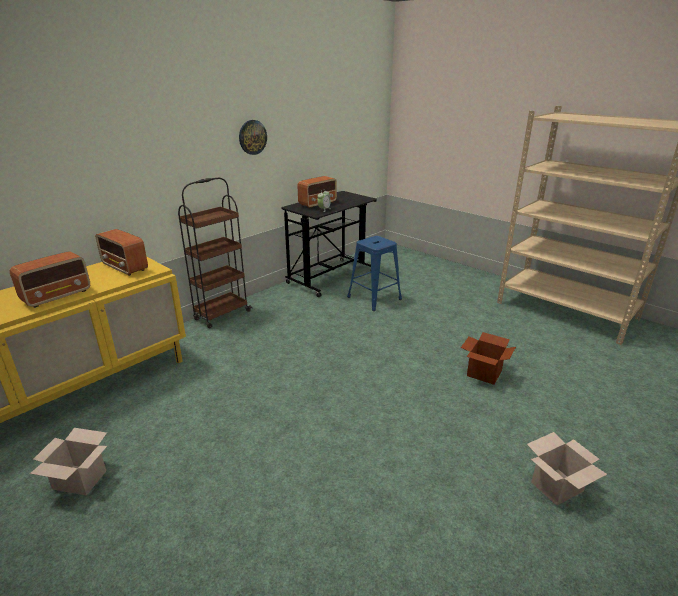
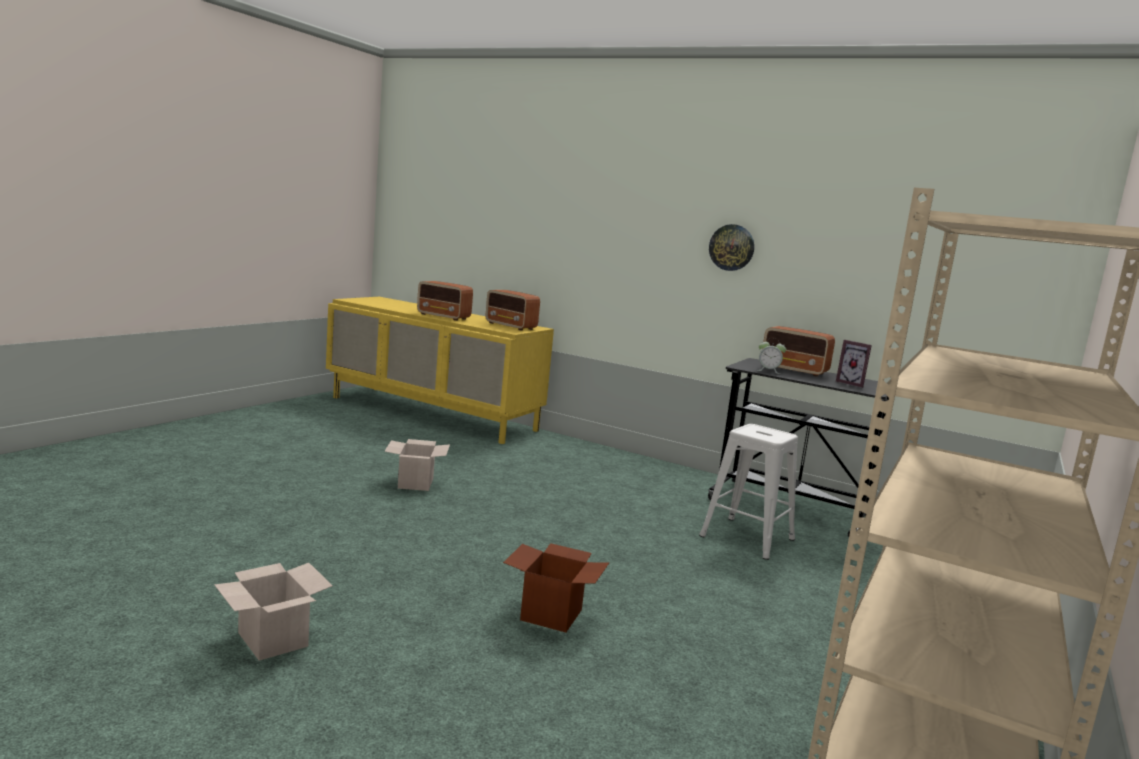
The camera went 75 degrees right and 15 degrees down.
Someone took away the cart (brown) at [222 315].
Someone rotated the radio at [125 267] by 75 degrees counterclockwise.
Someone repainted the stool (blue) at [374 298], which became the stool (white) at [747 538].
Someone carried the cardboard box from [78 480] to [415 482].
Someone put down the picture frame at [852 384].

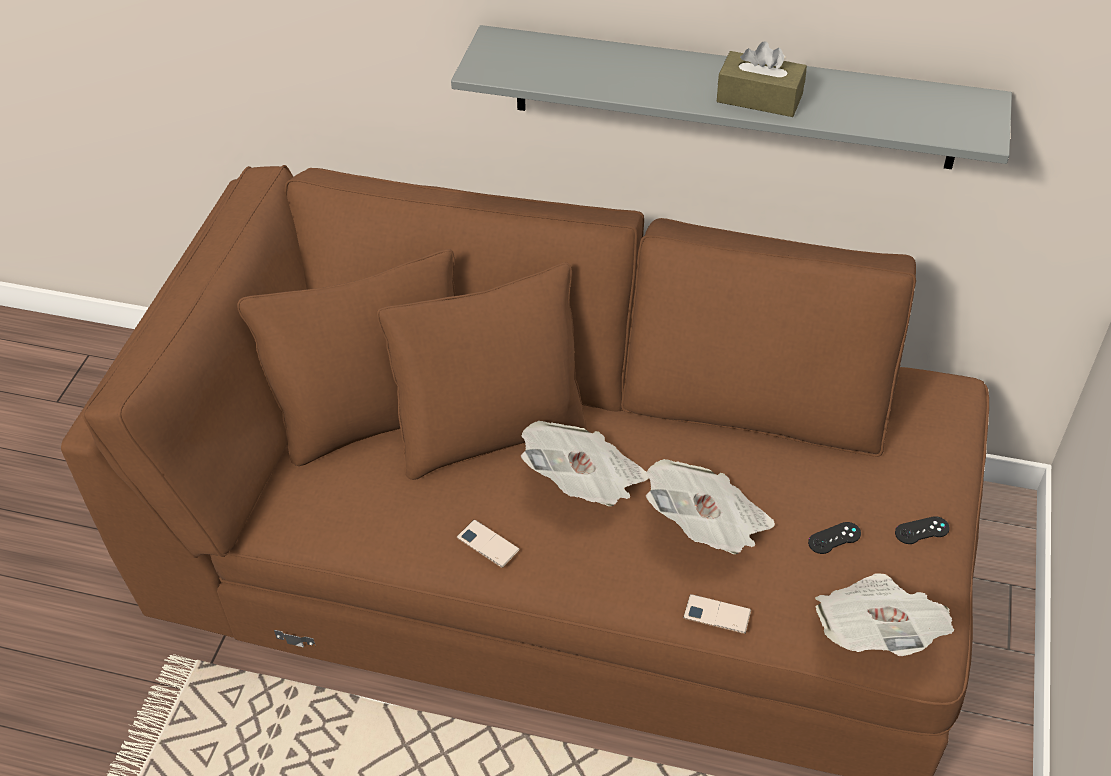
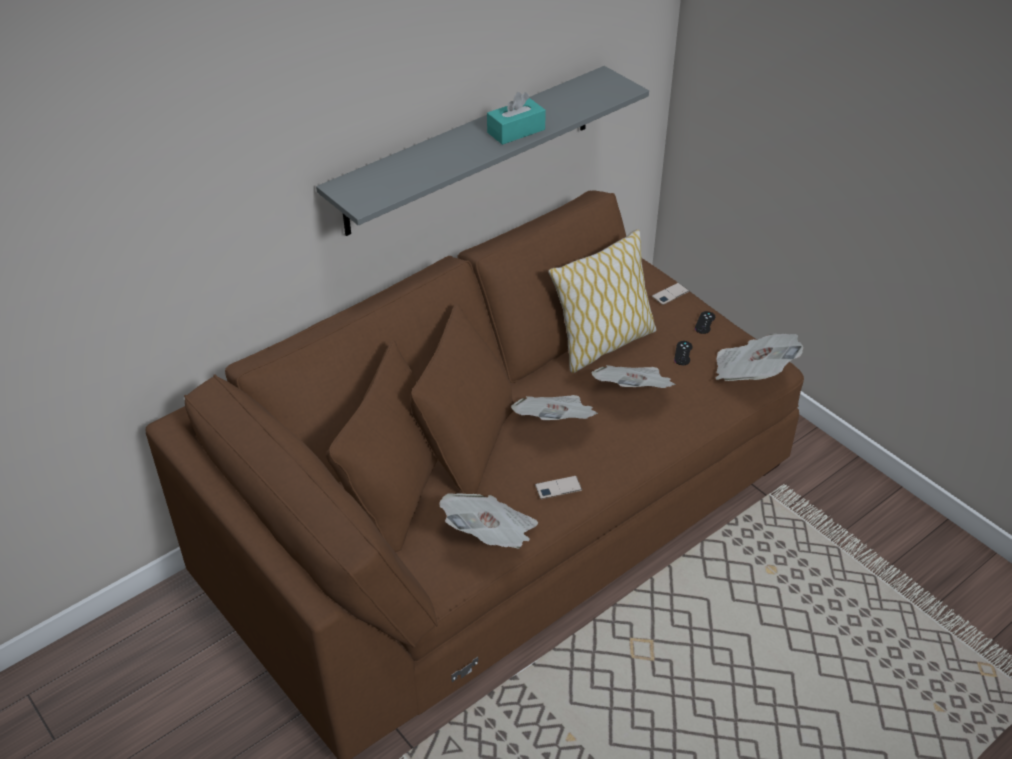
The camera went 55 degrees left and 5 degrees down.
Someone repainted the tissue box (brown) at [759 98], which became the tissue box (turquoise) at [516 131].
Someone carried the phone from [717 614] to [670 294].
Someone put down the pillow at [603 344].
Someone put down the newspaper at [491 536].

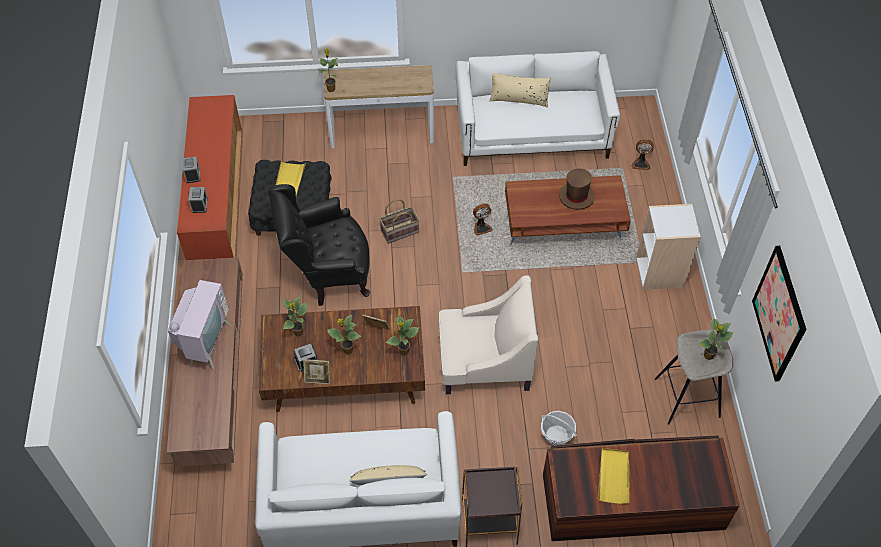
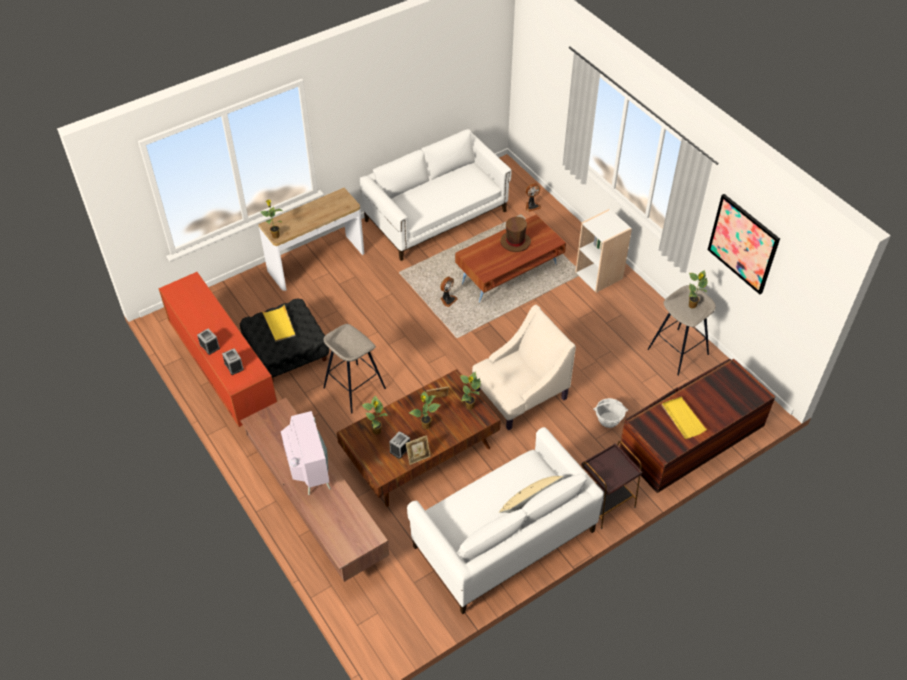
The camera went 30 degrees left and 5 degrees down.
Someone took away the pillow (beige) at [519 99].
Someone swapped the armchair (black) at [328 277] for the stool (grey) at [354 388].
Someone took away the basket at [399 231].

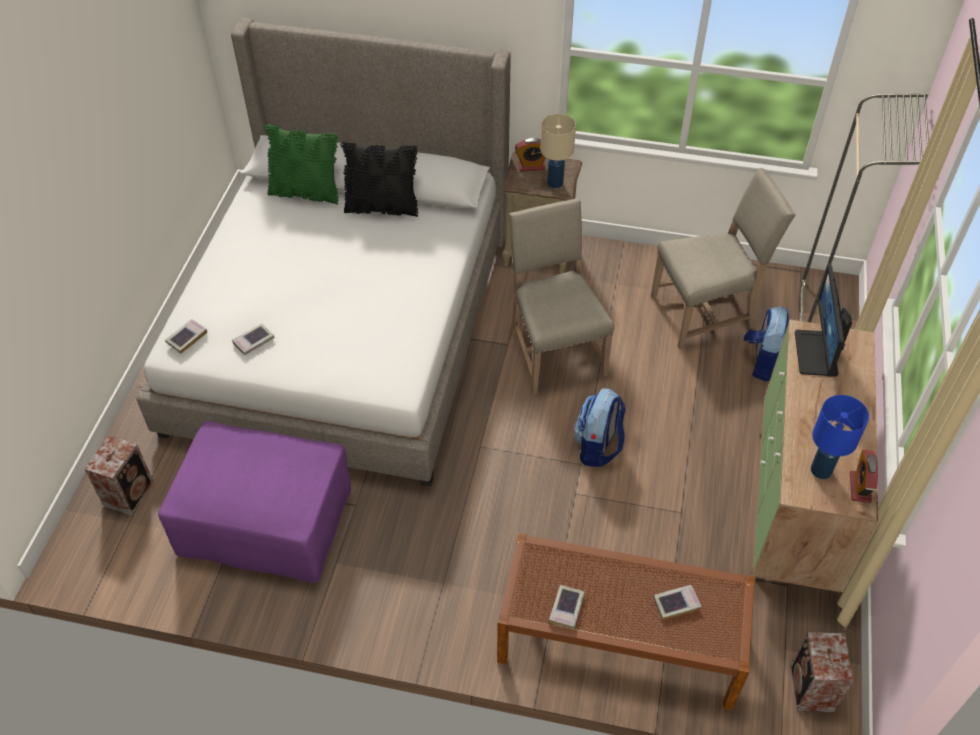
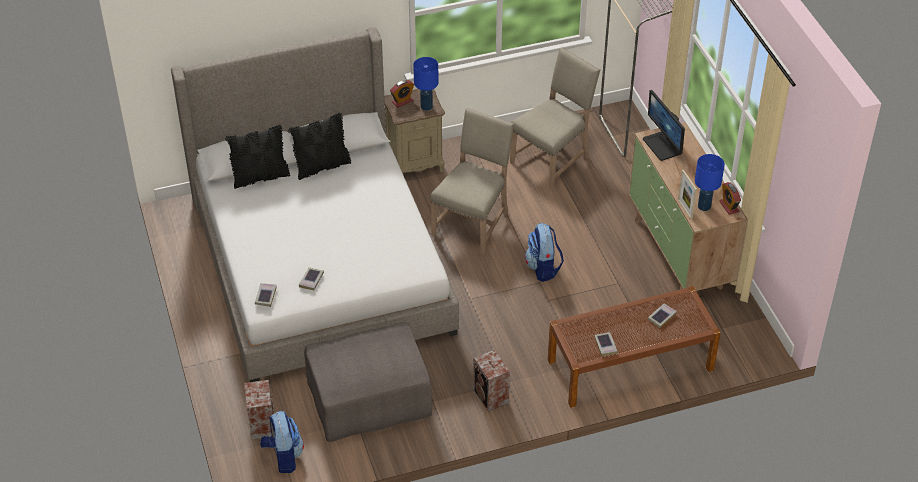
The camera went 30 degrees left and 5 degrees down.
Someone repainted the table lamp (beige) at [555 183], which became the table lamp (blue) at [427 106].
Someone repainted the pillow (green) at [306 193], which became the pillow (black) at [260 177].
Someone rotated the chair (beige) at [554 350] by 75 degrees clockwise.
Someone carried the backpack from [763 362] to [283 457].
Someone repainted the ottoman (purple) at [267 521], which became the ottoman (grey) at [369 399].
Someone carried the speaker from [811 690] to [491 397].
Someone put down the picture frame at [685 209].

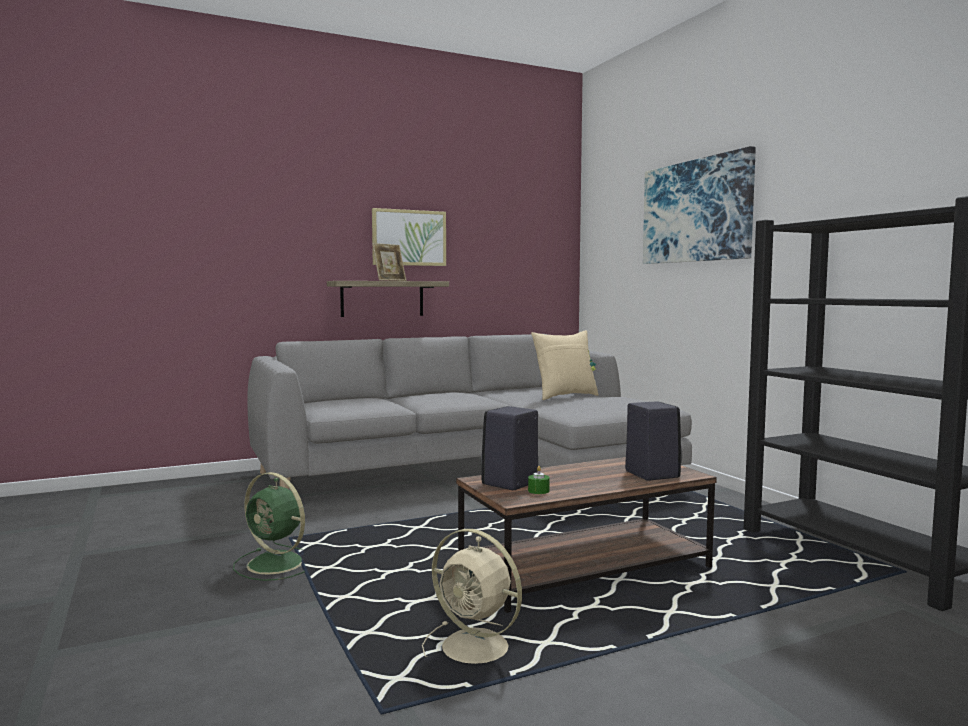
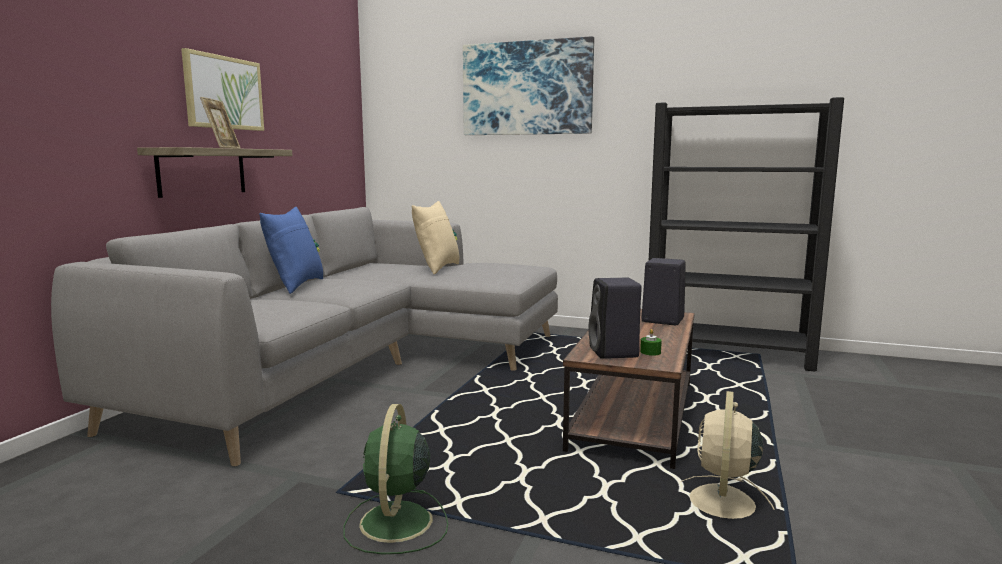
The camera went 45 degrees left and 5 degrees up.
Someone rotated the fan (green) at [277 564] by 105 degrees clockwise.
Someone rotated the fan (beige) at [478 649] by 120 degrees clockwise.
Someone put down the pillow (blue) at [296 286].

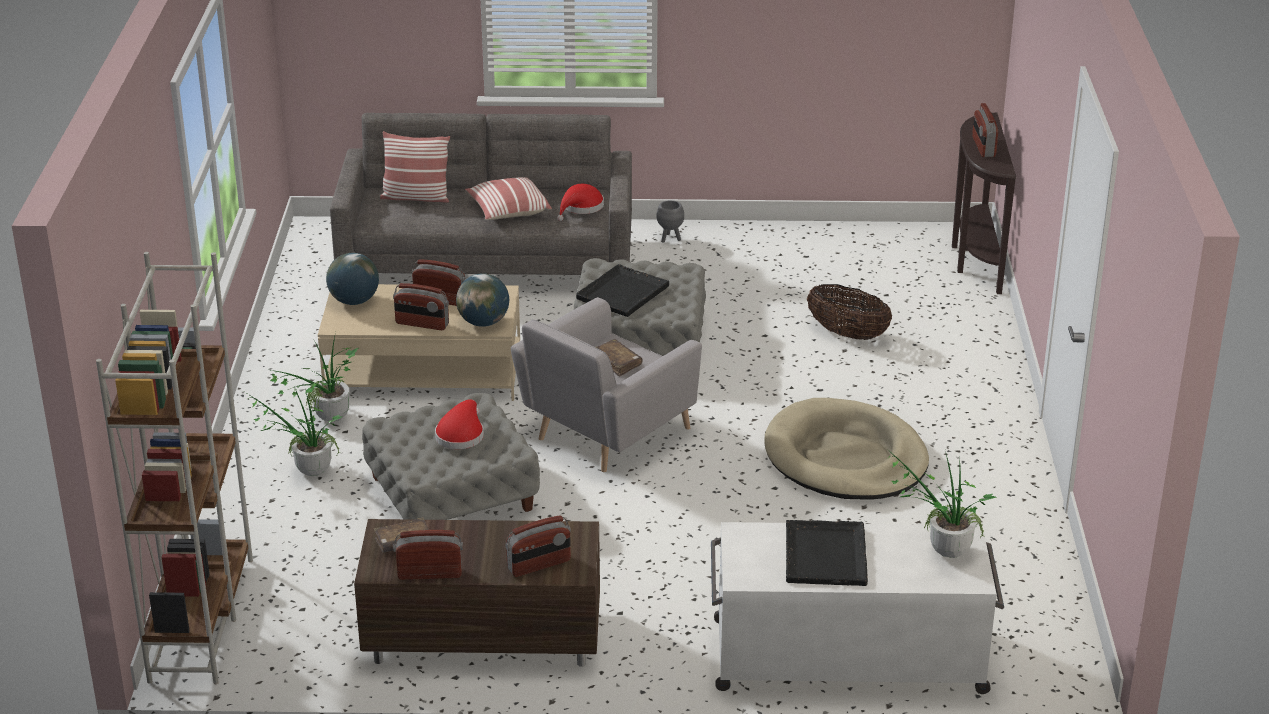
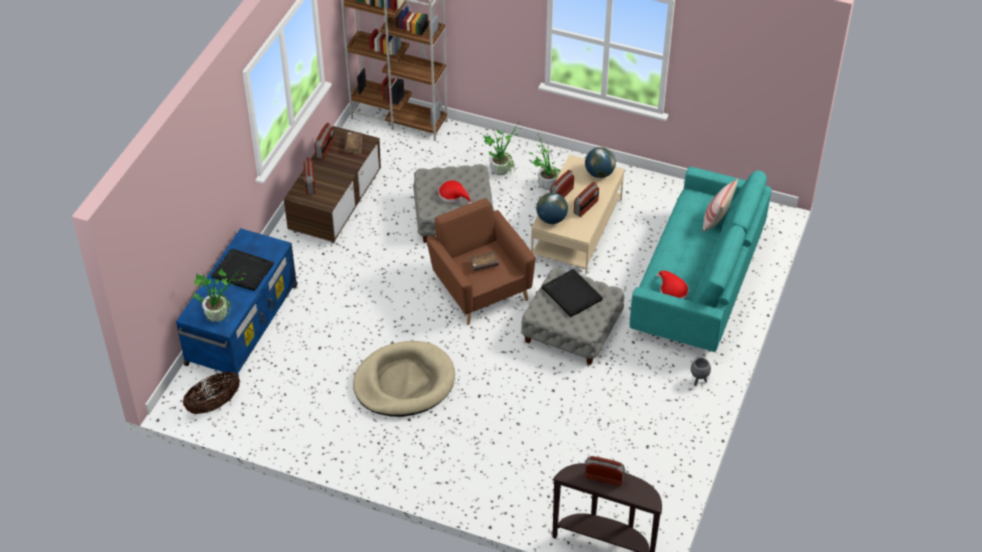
The camera went 110 degrees right and 15 degrees up.
Someone repainted the sofa (grey) at [489 262], which became the sofa (turquoise) at [698 284].
Someone took away the pillow at [508 211].
Someone carried the basket from [847 334] to [214 404].
Someone repainted the armchair (grey) at [606 432], which became the armchair (brown) at [480 288].
Someone repainted the cabinet (white) at [846 656], which became the cabinet (blue) at [243 324].

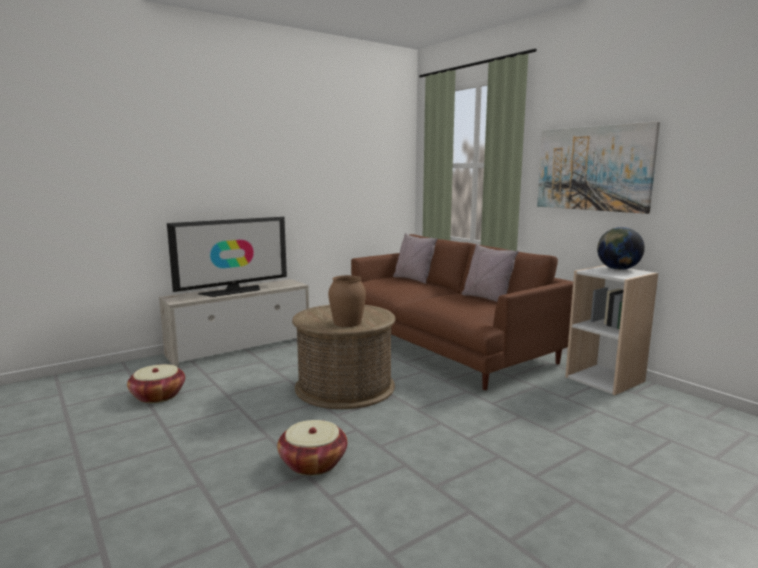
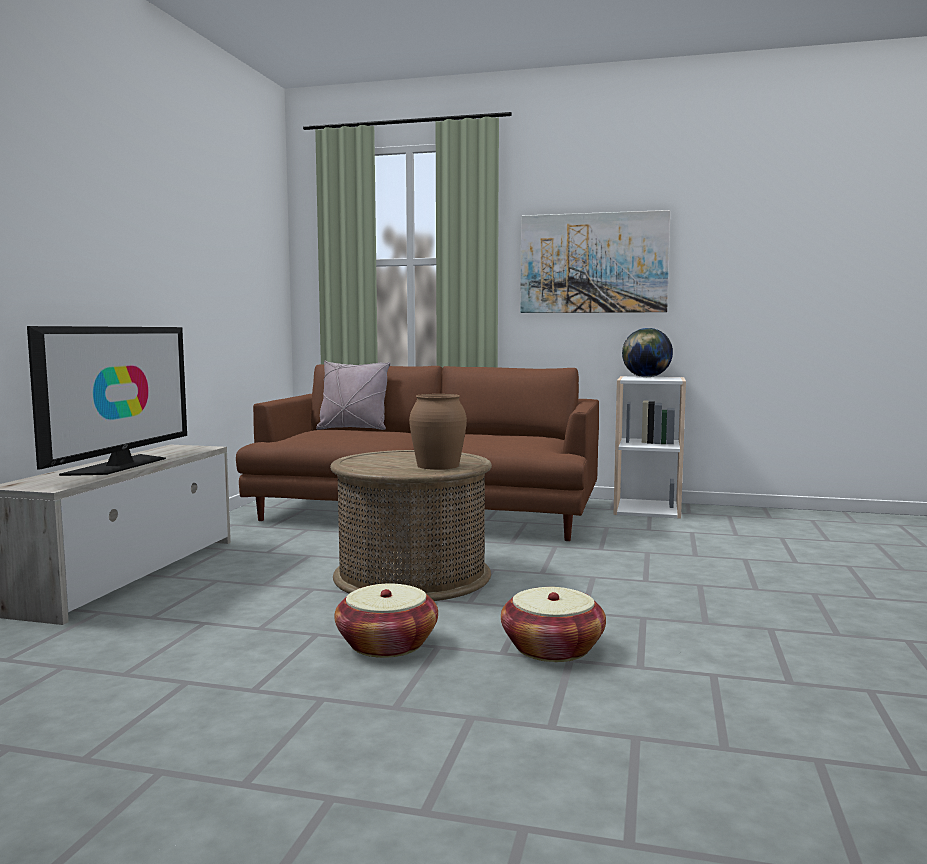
The camera went 40 degrees left and 5 degrees down.
Someone took away the pillow (purple) at [486 299].
Someone carried the basket from [158 396] to [387 644].

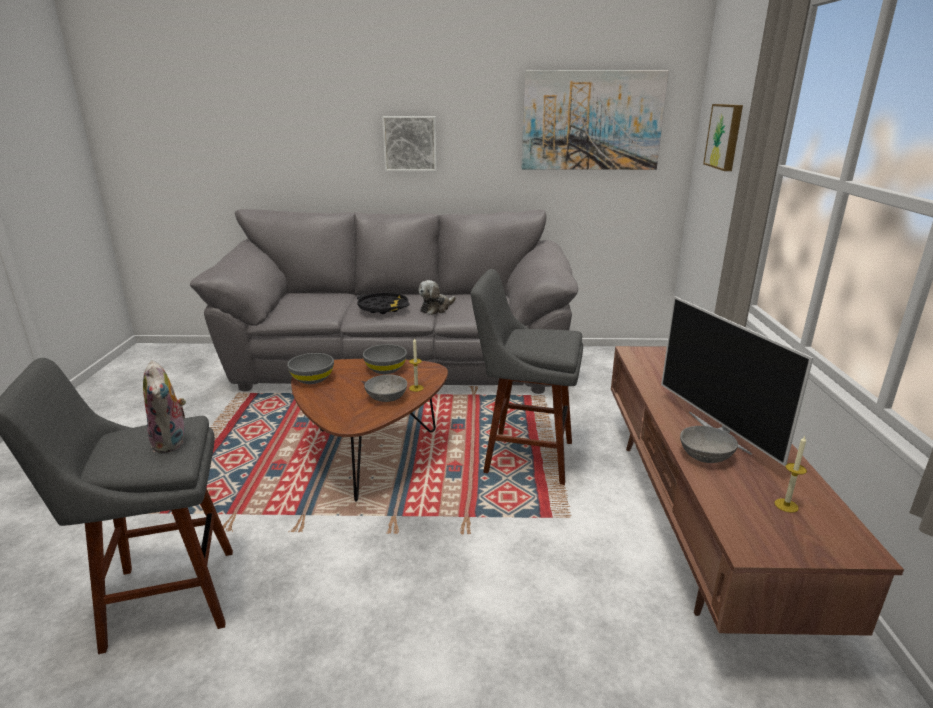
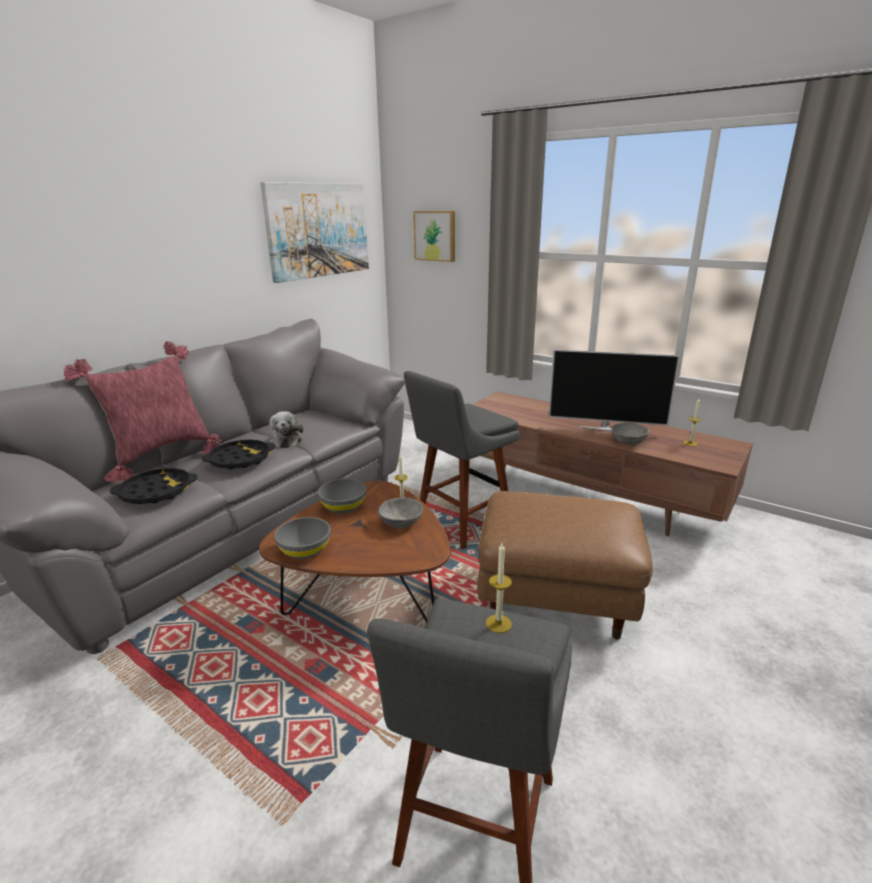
The camera went 55 degrees left and 0 degrees up.
Someone took away the picture at [410 143].
Someone swapped the plush toy at [172 442] for the candle at [498 623].
Someone put down the pillow (red) at [161 463].
Someone put down the tray (black) at [156 492].
Someone put down the ottoman (brown) at [557 600].

